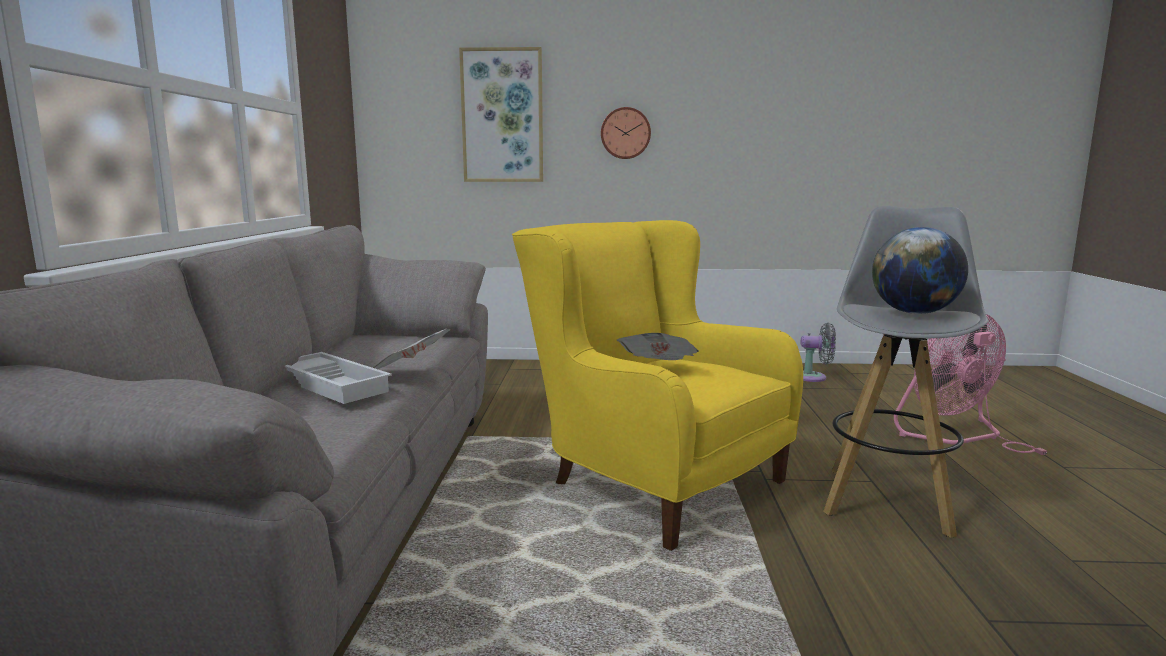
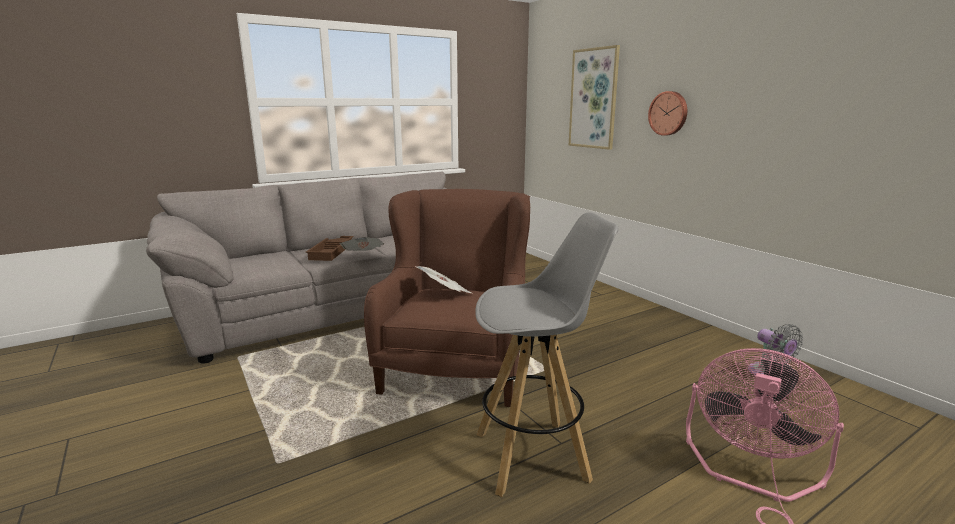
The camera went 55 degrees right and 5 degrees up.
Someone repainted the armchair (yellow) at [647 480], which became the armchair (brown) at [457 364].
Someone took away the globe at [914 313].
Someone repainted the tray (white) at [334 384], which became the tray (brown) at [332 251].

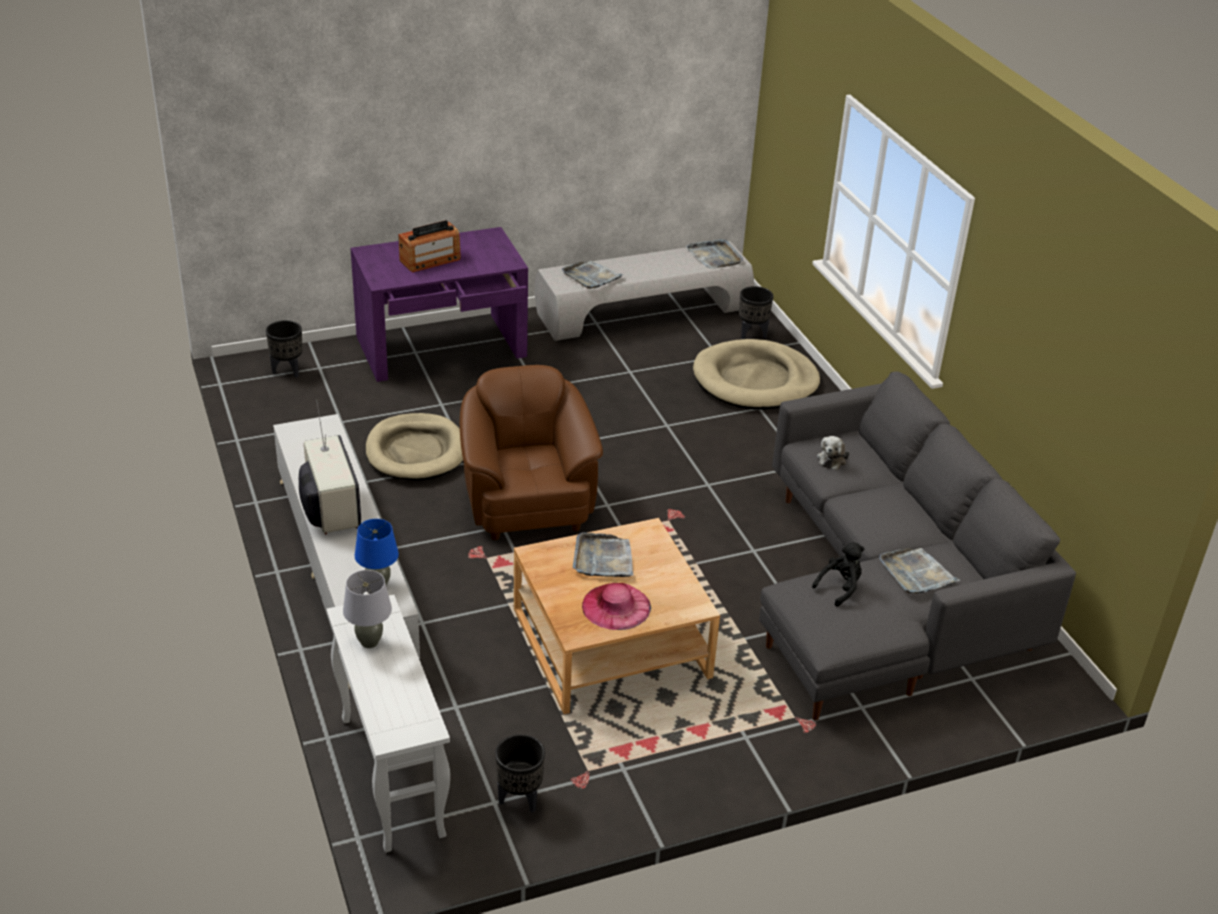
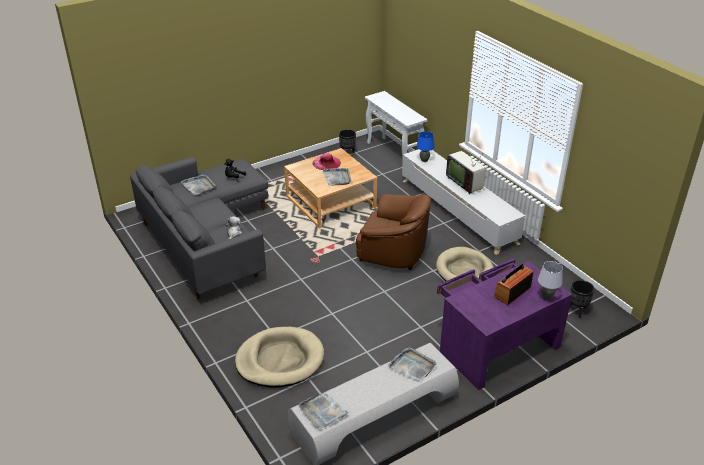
The camera went 170 degrees right and 0 degrees up.
Someone took away the planter (black) at [752 334].
Someone rotated the armchair (brown) at [527 503] by 45 degrees counterclockwise.
Someone carried the table lamp (grey) from [369 642] to [546 297].

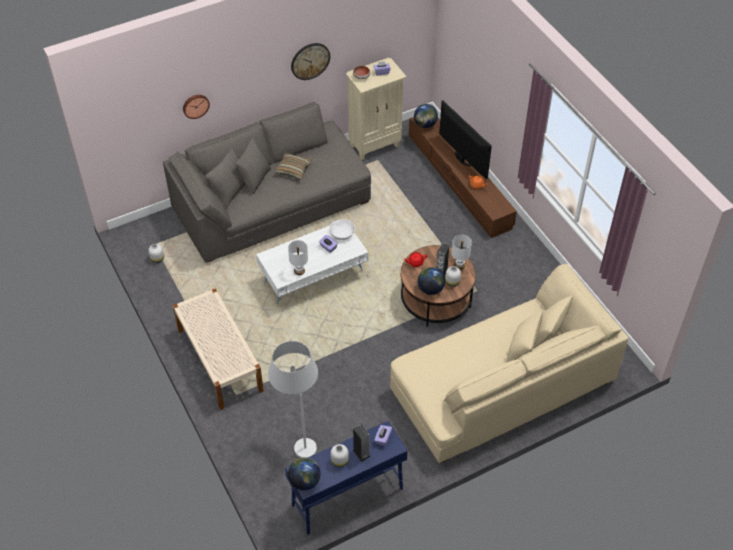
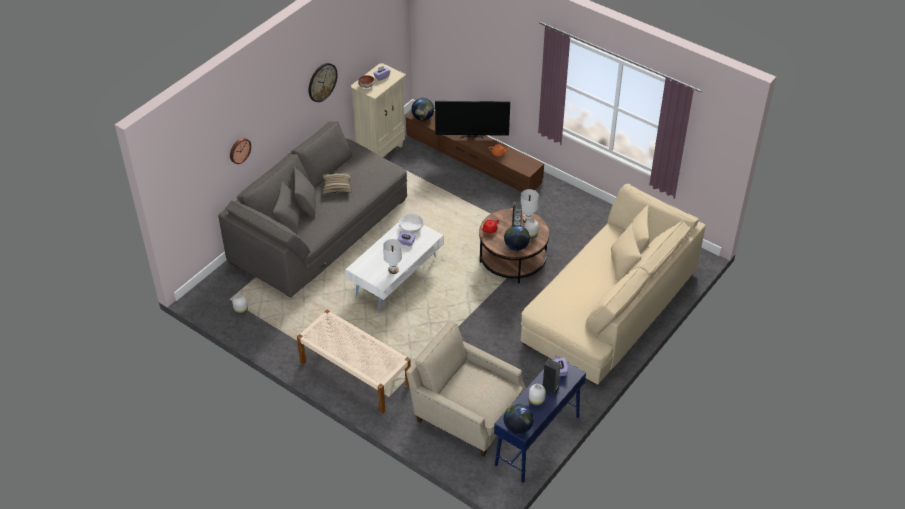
The camera went 25 degrees left and 5 degrees down.
Someone rotated the television at [461 159] by 150 degrees clockwise.
Someone swapped the floor lamp (white) at [299 439] for the armchair (beige) at [467 412].

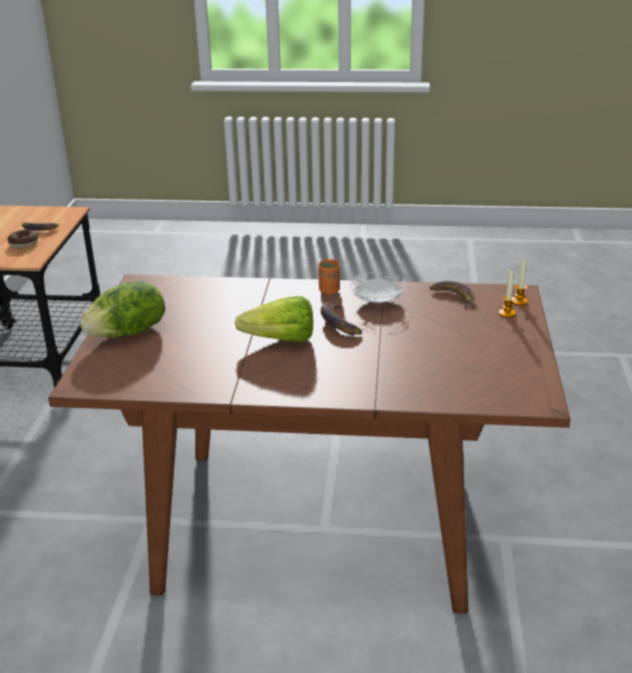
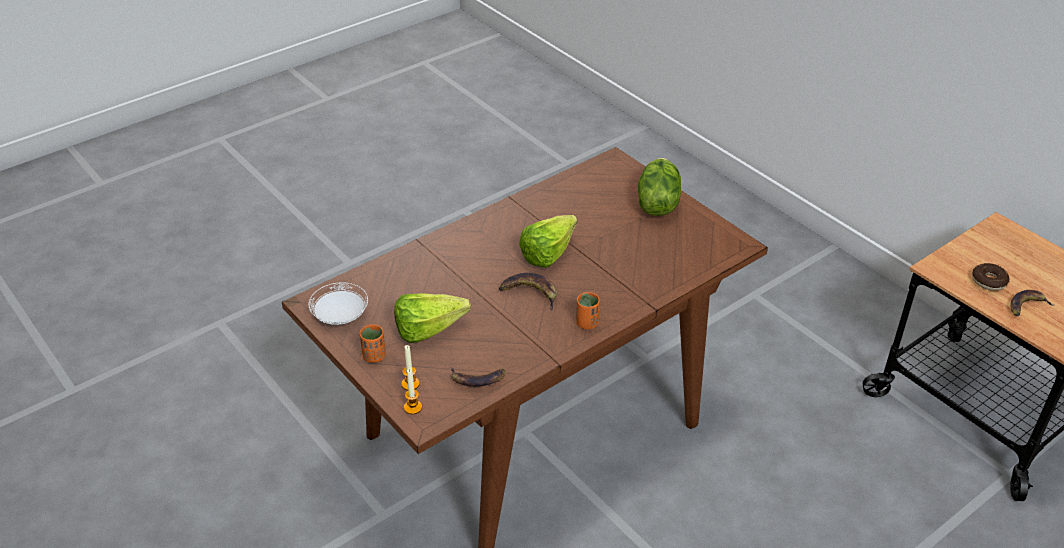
The camera went 135 degrees right and 10 degrees up.
Someone carried the plate (white) from [377 301] to [340 316].
Someone put down the lettuce at [435 330].
Someone put down the cup (orange) at [374 356].

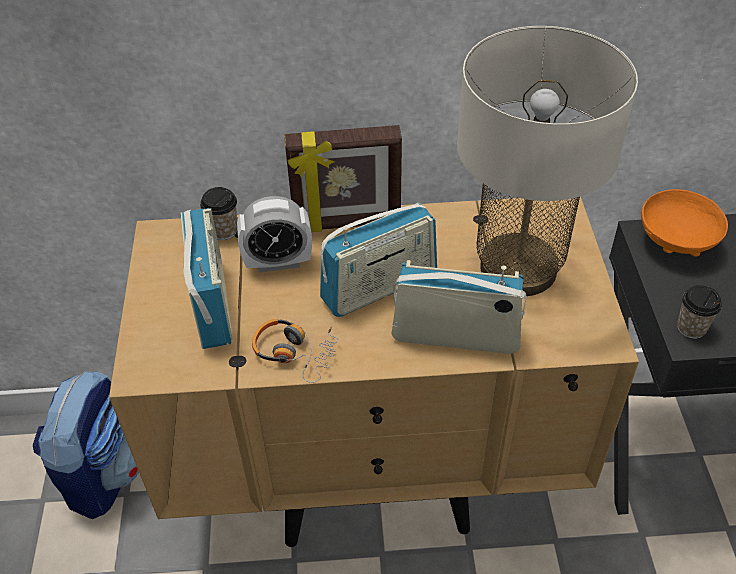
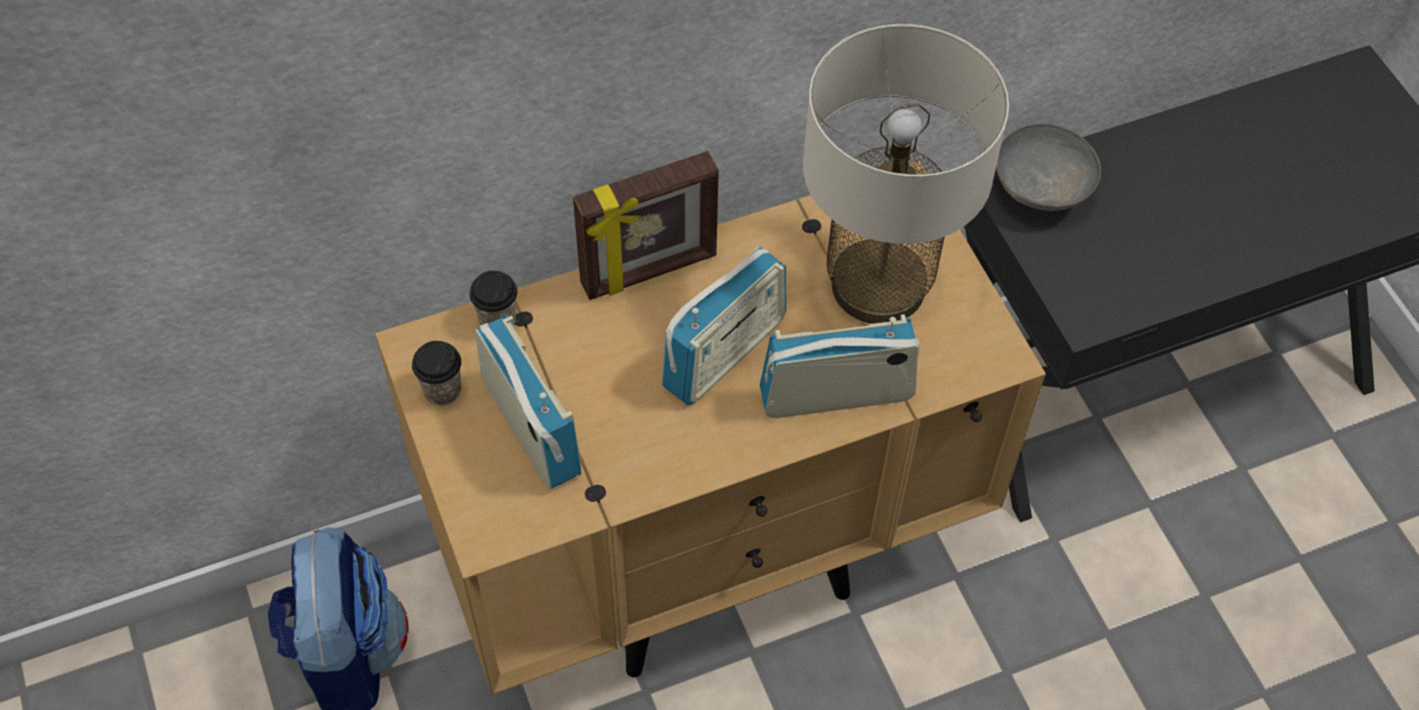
The camera went 20 degrees left and 10 degrees up.
Someone repainted the bowl (orange) at [674 242], which became the bowl (grey) at [1038 190].
Someone took away the alarm clock at [278 262].
Someone carried the cup from [691 328] to [442 390].
Someone took away the headphones at [295 352].

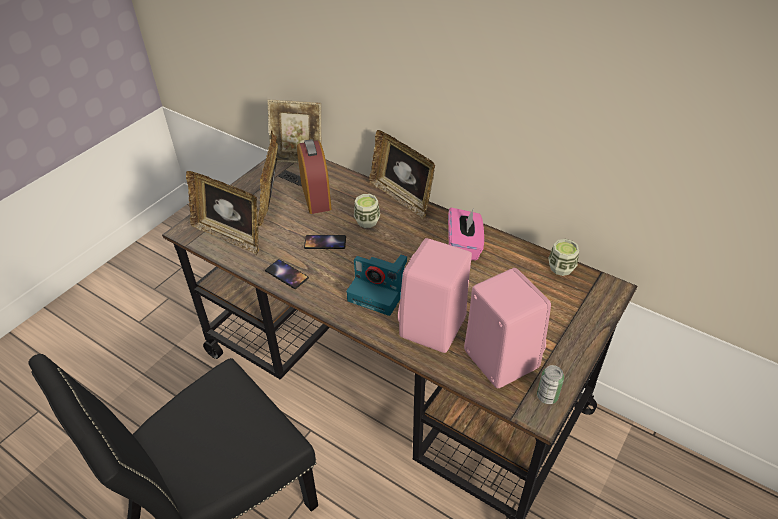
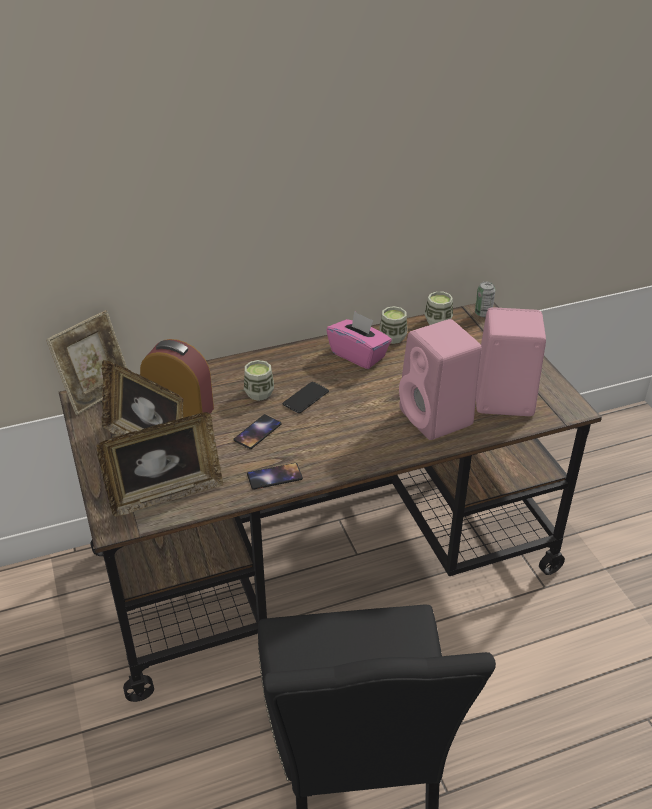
The camera went 55 degrees left and 5 degrees down.
Someone took away the picture frame at [402 197].
Someone took away the photo camera at [381 291].
Someone carried the can from [547 396] to [483 313].
Someone put down the cup at [392 337].
Someone put down the phone at [305 398].

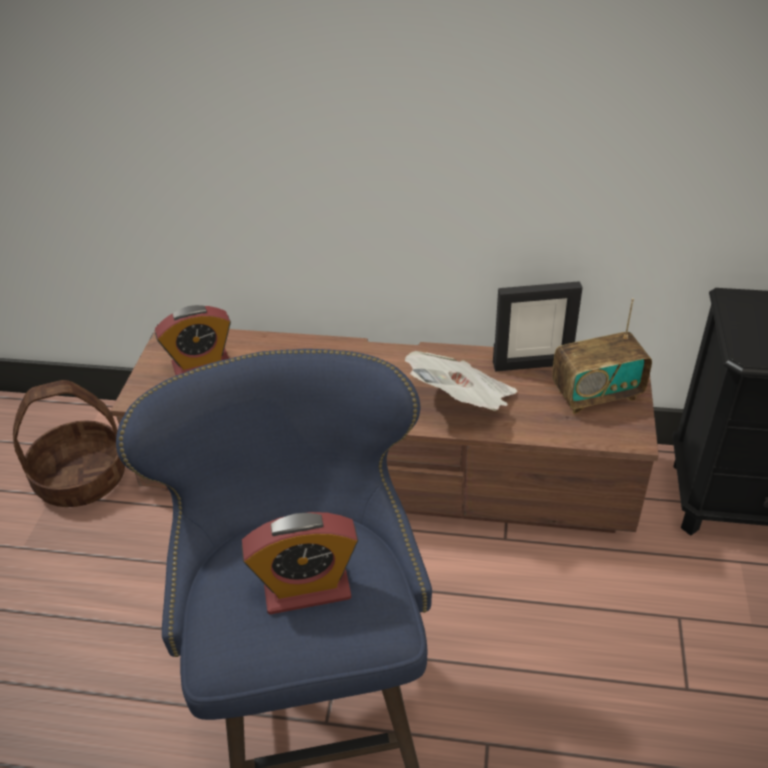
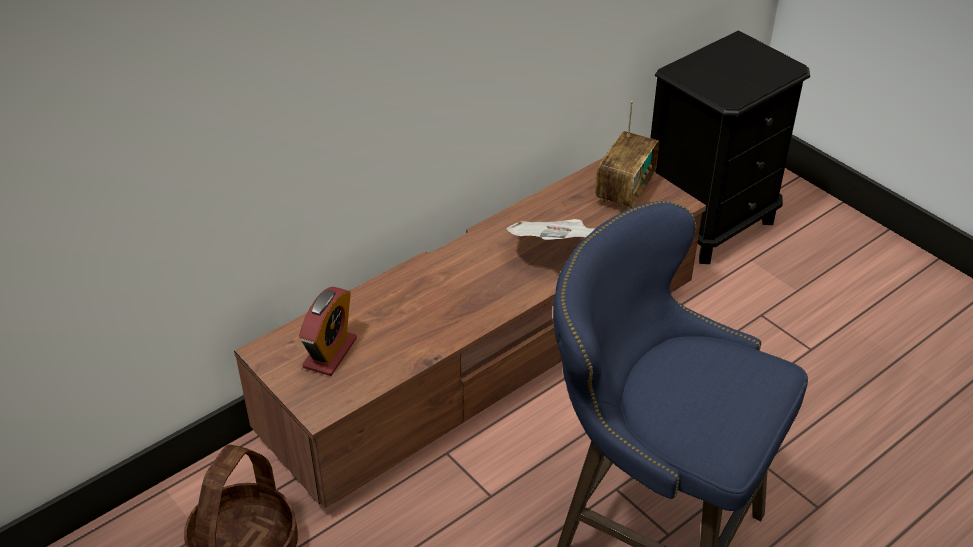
The camera went 50 degrees left and 0 degrees up.
Someone took away the picture frame at [532 363].
Someone took away the alarm clock at [307 589].

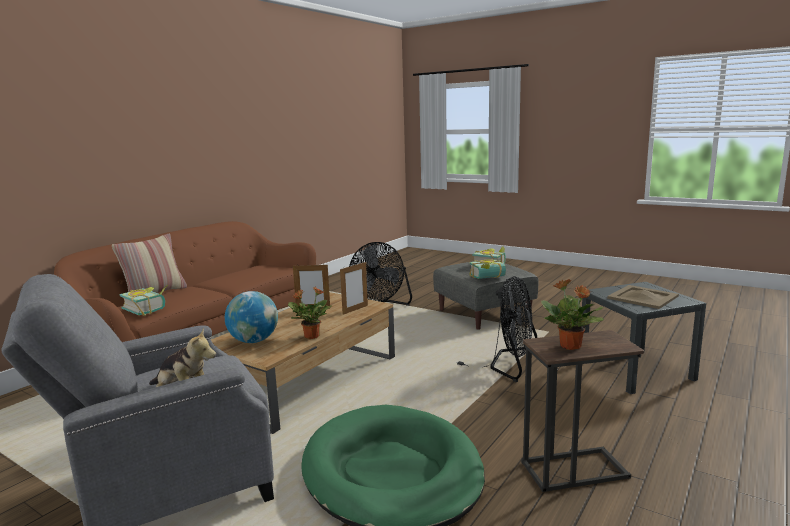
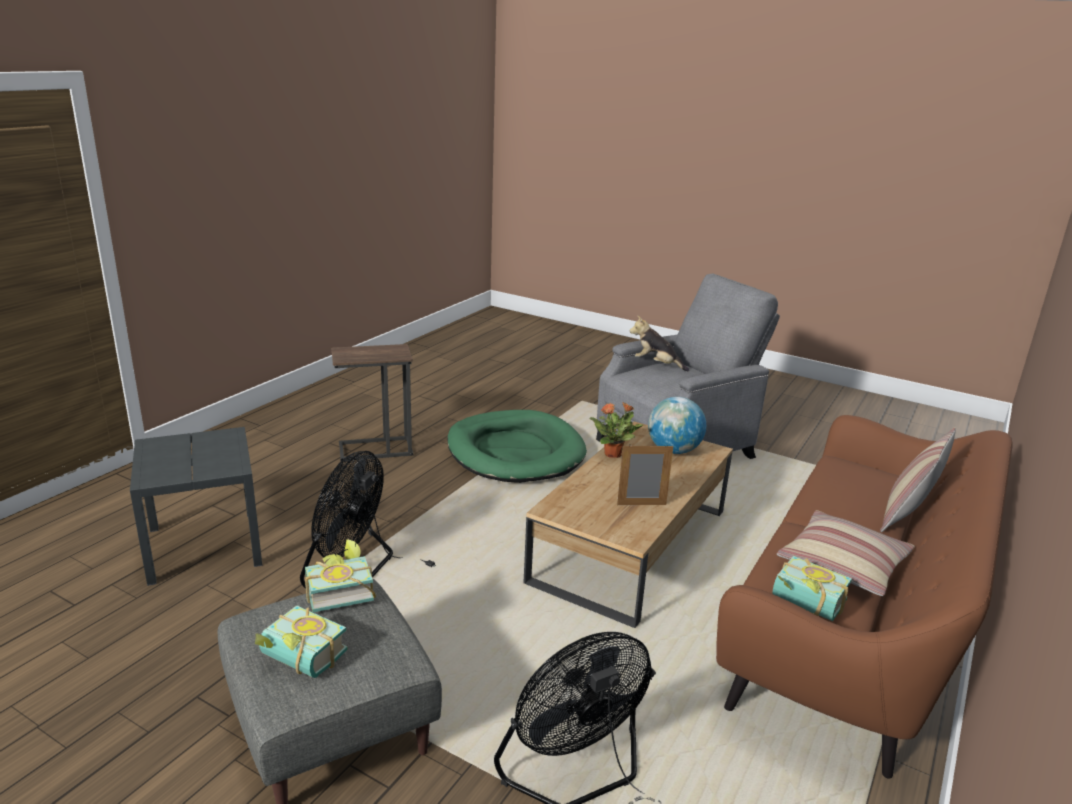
The camera went 175 degrees right and 10 degrees up.
Someone took away the picture frame at [355 310].
Someone took away the potted plant at [571 346].
Someone carried the book from [148 309] to [805 606].
Someone took away the tray (beige) at [642 297].
Someone put down the pillow at [843 564].

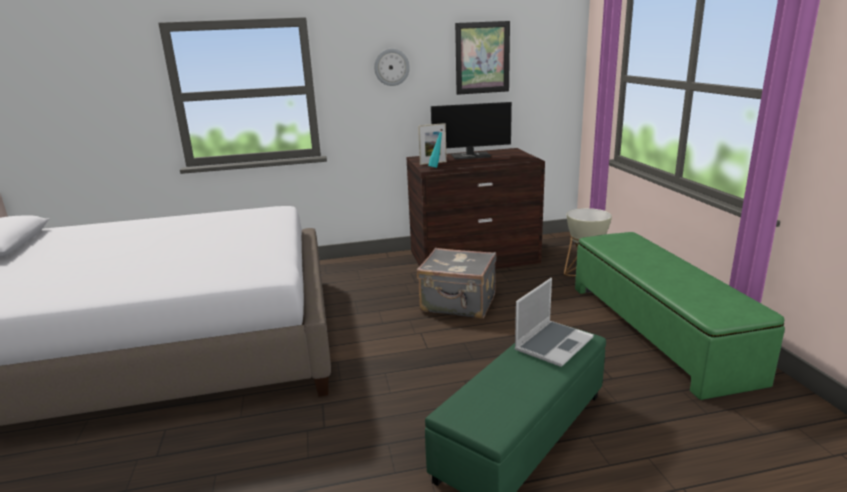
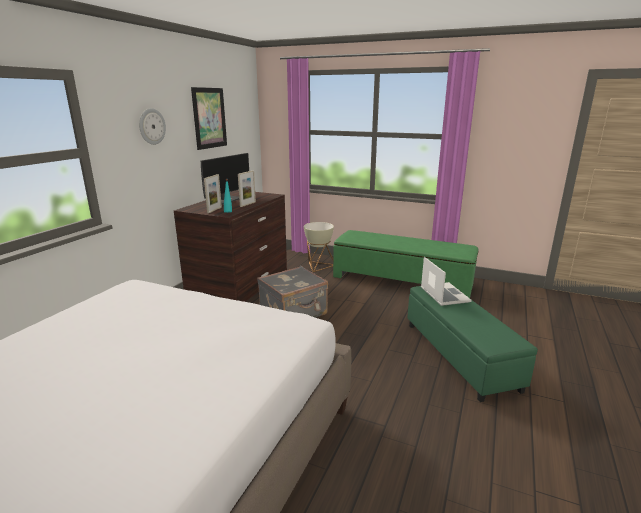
The camera went 55 degrees left and 0 degrees up.
Someone put down the picture frame at [248 204].

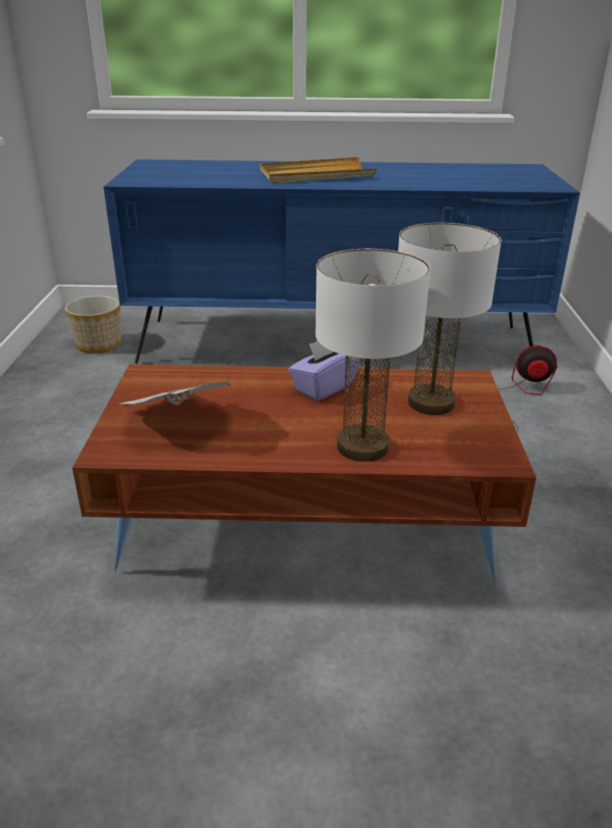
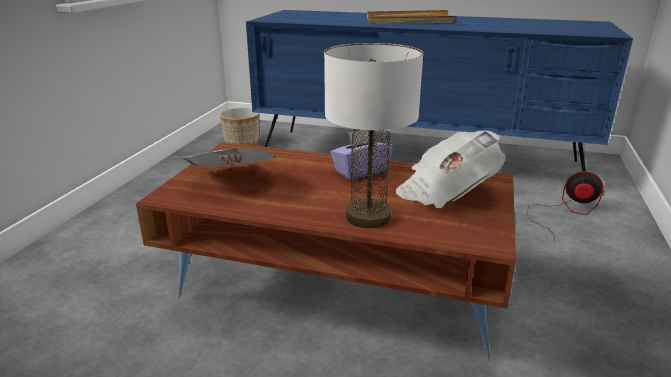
The camera went 15 degrees right and 5 degrees down.
Someone swapped the table lamp at [430 403] for the newspaper at [445 192].

